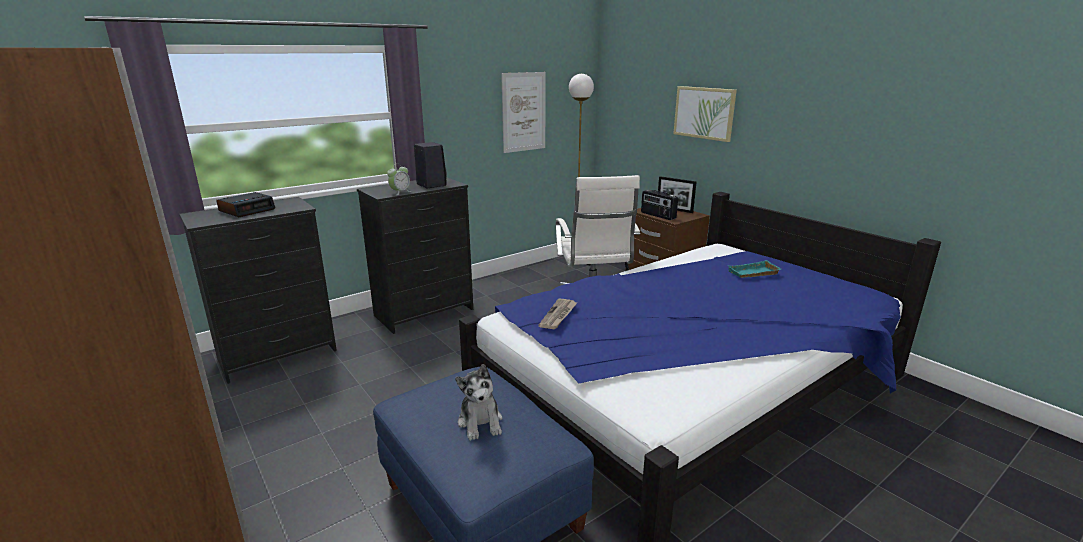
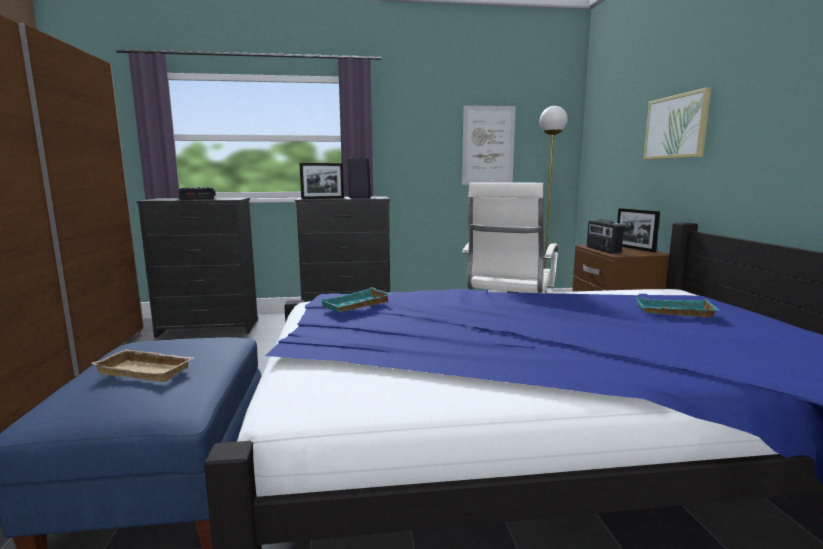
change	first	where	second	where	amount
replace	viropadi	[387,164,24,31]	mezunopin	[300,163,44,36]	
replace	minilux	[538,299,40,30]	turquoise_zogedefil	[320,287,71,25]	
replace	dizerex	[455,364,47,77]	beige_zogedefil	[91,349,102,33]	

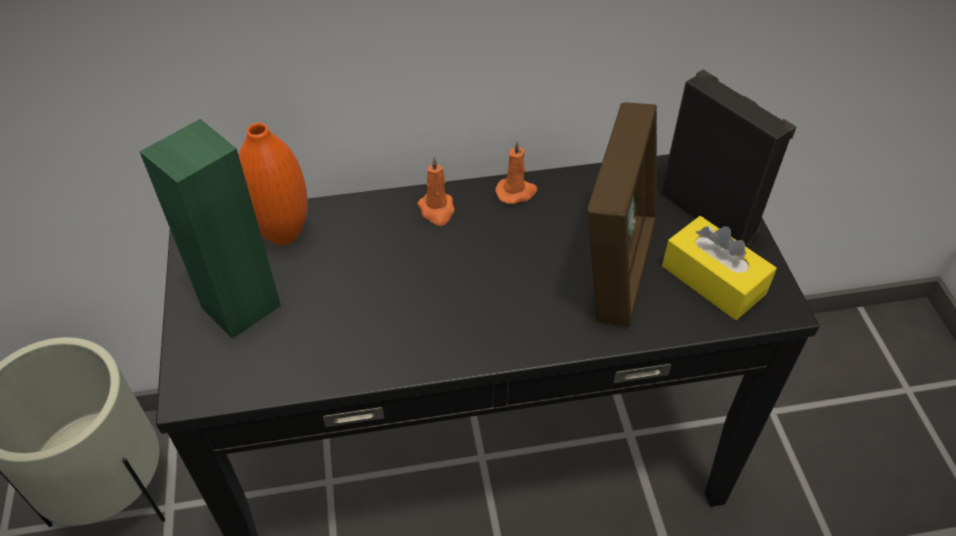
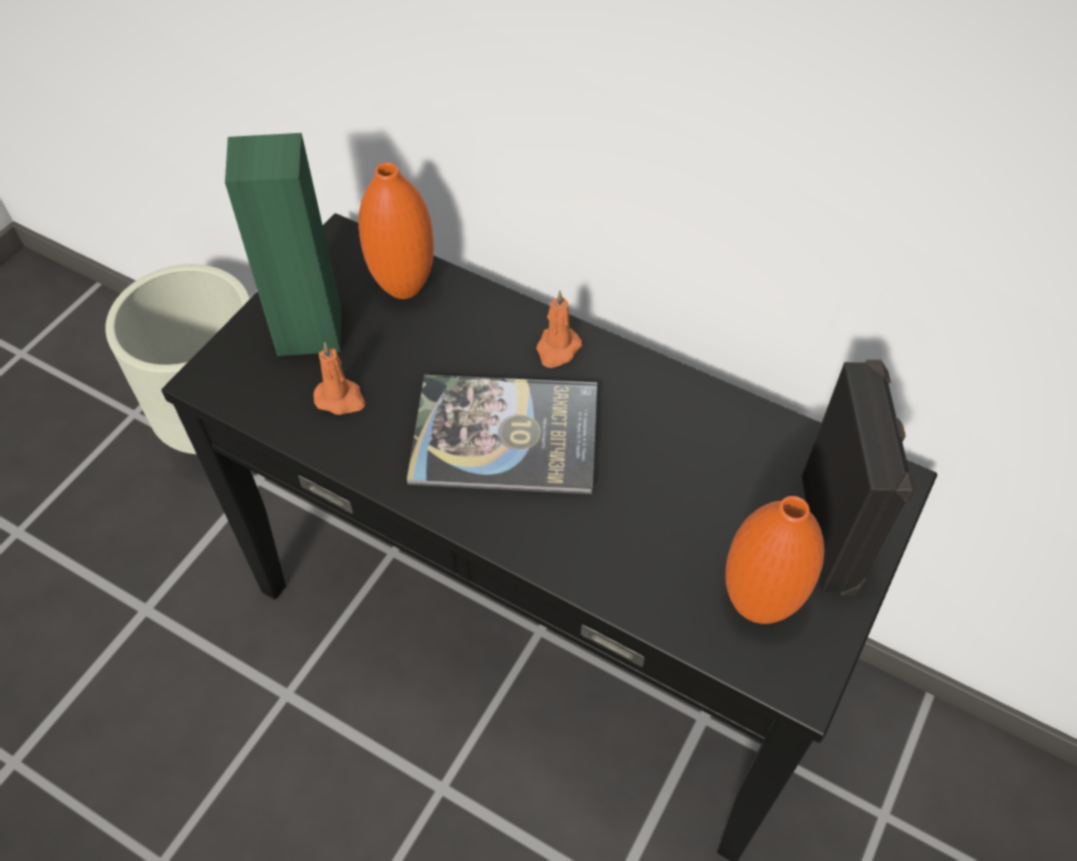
change	first	where	second	where	amount
delete	mezunopin	[587,102,70,224]			
move	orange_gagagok	[495,140,42,64]		[314,342,51,73]	
replace	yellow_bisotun	[662,216,115,104]	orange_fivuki	[725,496,99,128]	
insert			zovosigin	[406,375,191,119]	

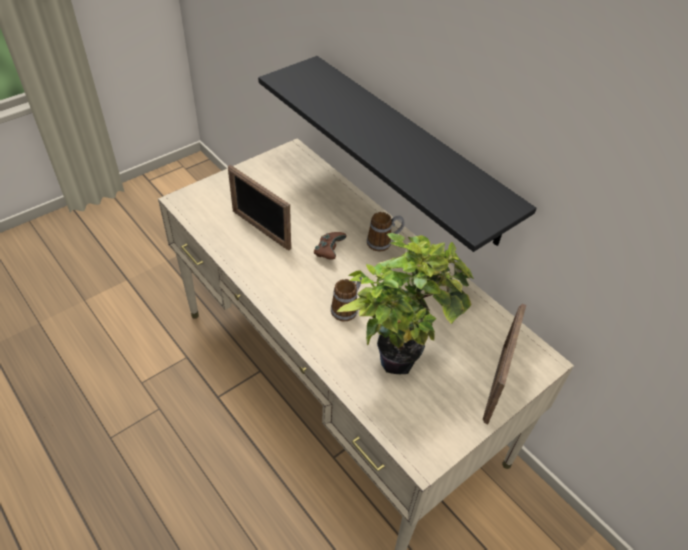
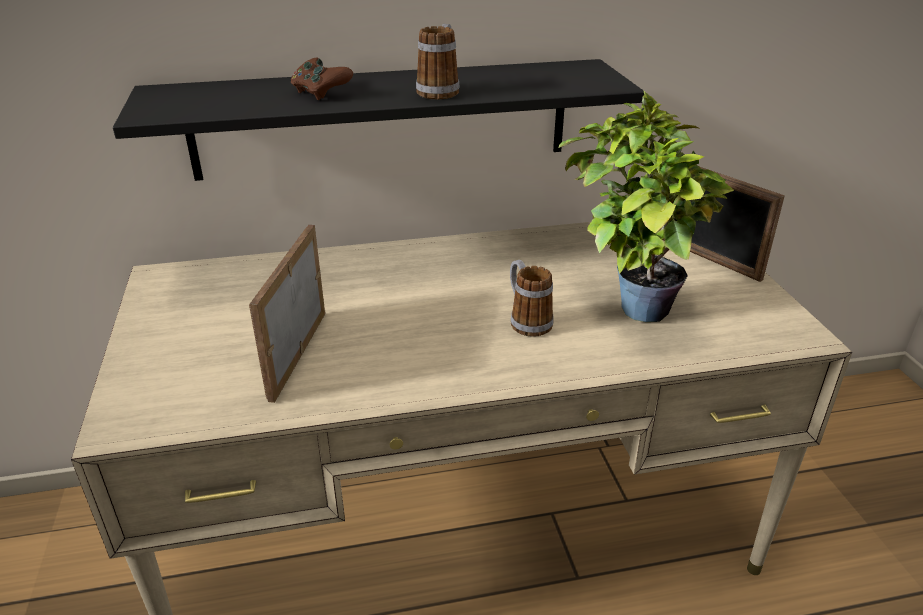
change	first	where	second	where	amount
rotate	mezunopin	[228,165,63,85]		[249,225,76,178]	120 degrees clockwise
move	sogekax	[367,212,38,39]		[416,24,44,75]	
move	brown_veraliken	[314,232,33,28]		[291,57,62,43]	

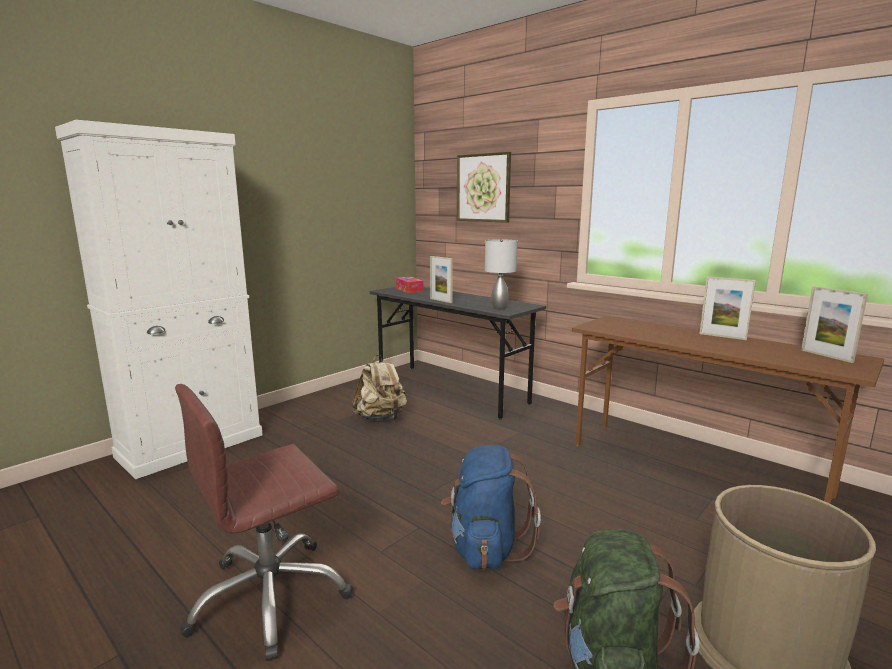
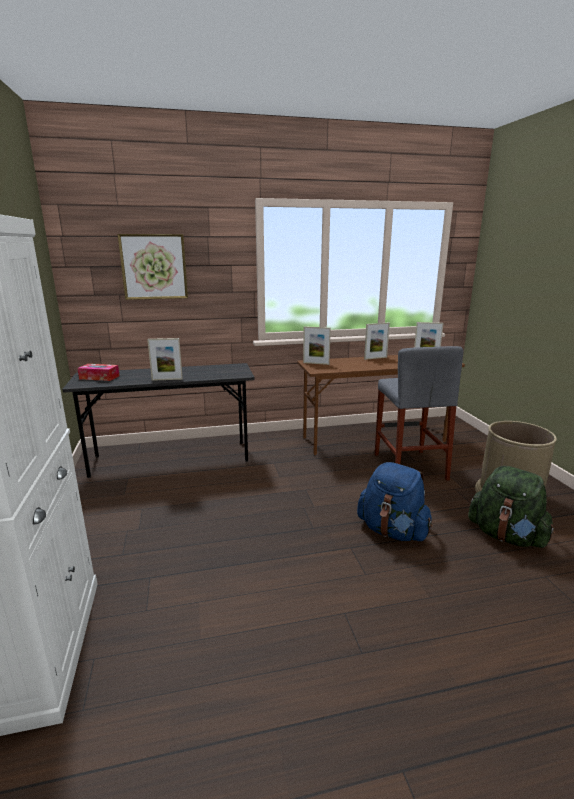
change	first	where	second	where	amount
delete	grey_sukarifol	[485,239,33,70]			
delete	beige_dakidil	[352,354,55,66]			
delete	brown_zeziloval	[175,384,178,277]			
insert			mezunopin	[303,326,28,39]	
insert			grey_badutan	[375,346,89,135]	

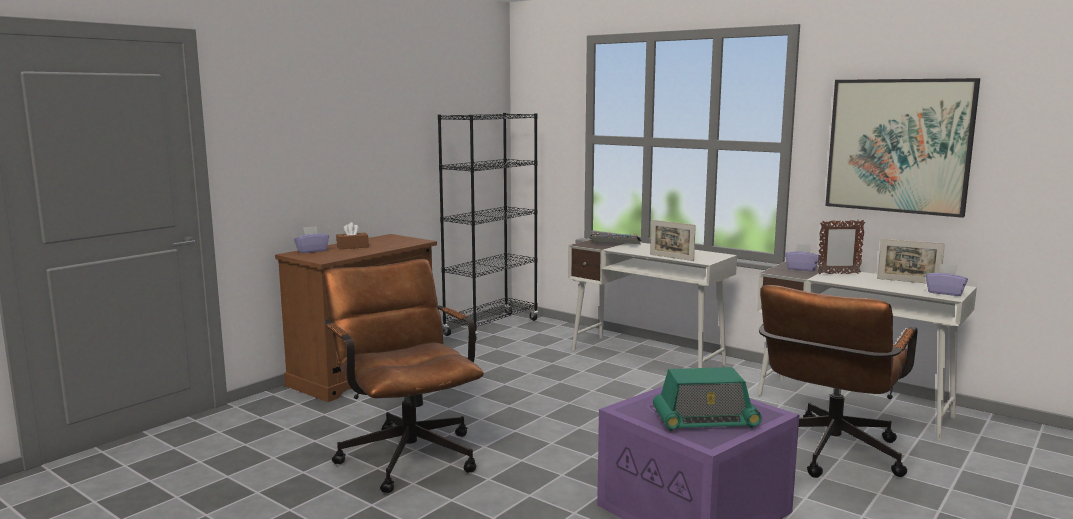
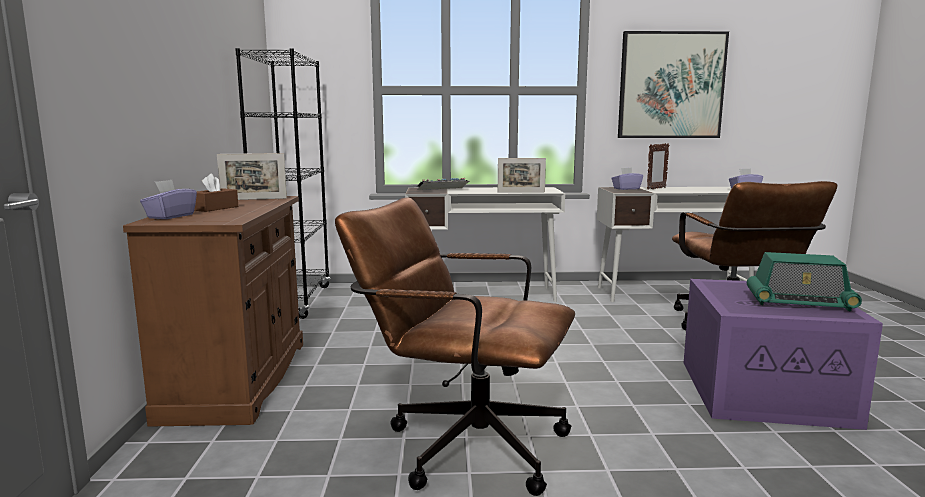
change	first	where	second	where	amount
move	mezunopin	[877,239,68,44]		[217,153,70,47]	
rotate	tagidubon	[653,367,109,64]		[747,252,115,59]	60 degrees clockwise

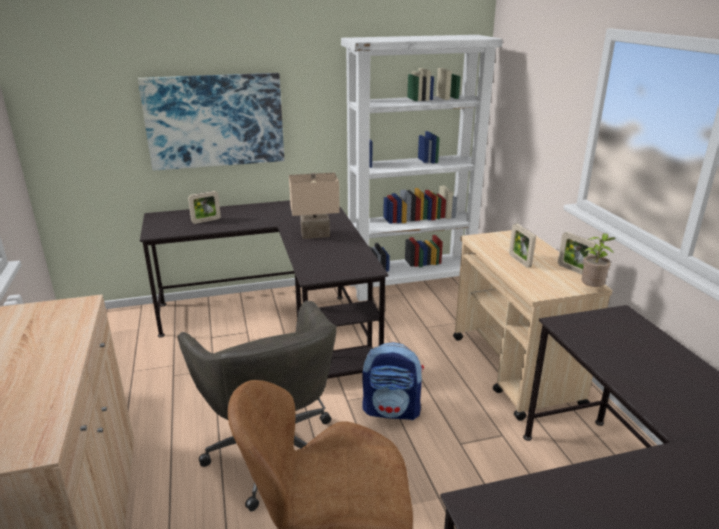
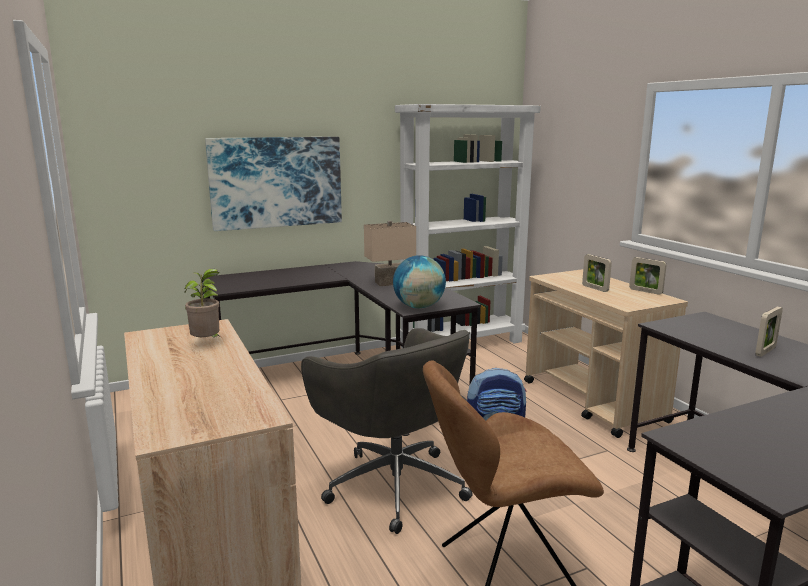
change	first	where	second	where	amount
move	mezunopin	[188,191,33,33]		[755,307,28,50]	
move	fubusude	[582,233,34,54]		[184,269,35,68]	
insert			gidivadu	[393,255,53,53]	

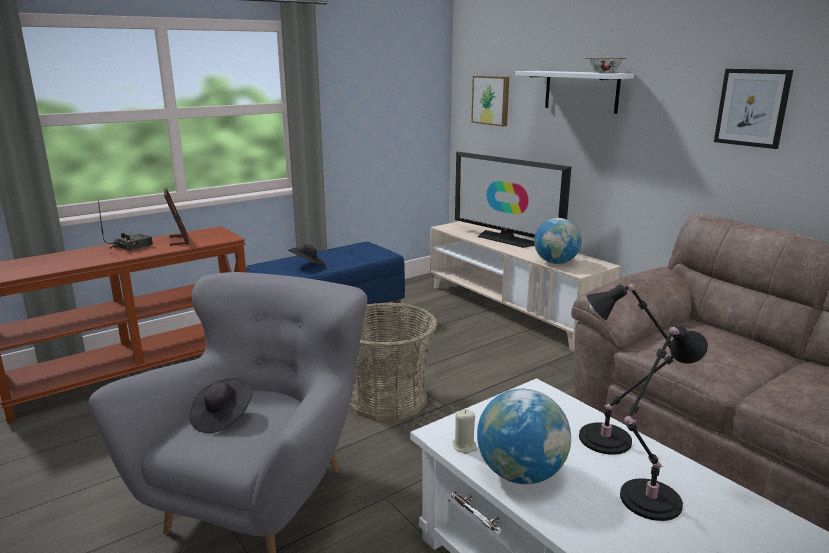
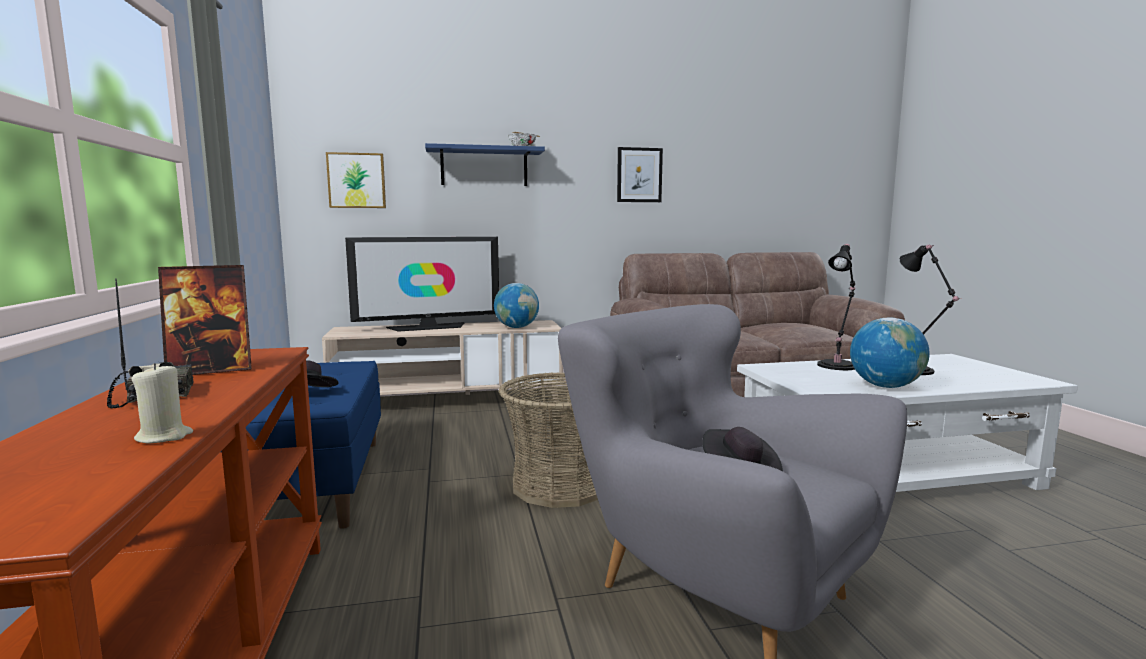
change	first	where	second	where	amount
recolor	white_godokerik	[515,71,119,43]	blue_godokerik	[425,143,120,43]	
rotate	mezunopin	[164,188,25,58]		[158,265,94,110]	150 degrees clockwise
move	beige_gagagok	[453,409,25,45]		[132,363,61,80]	

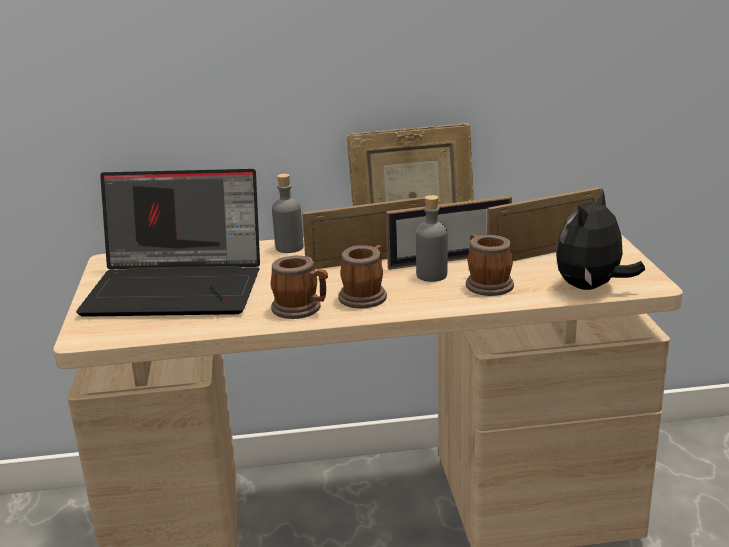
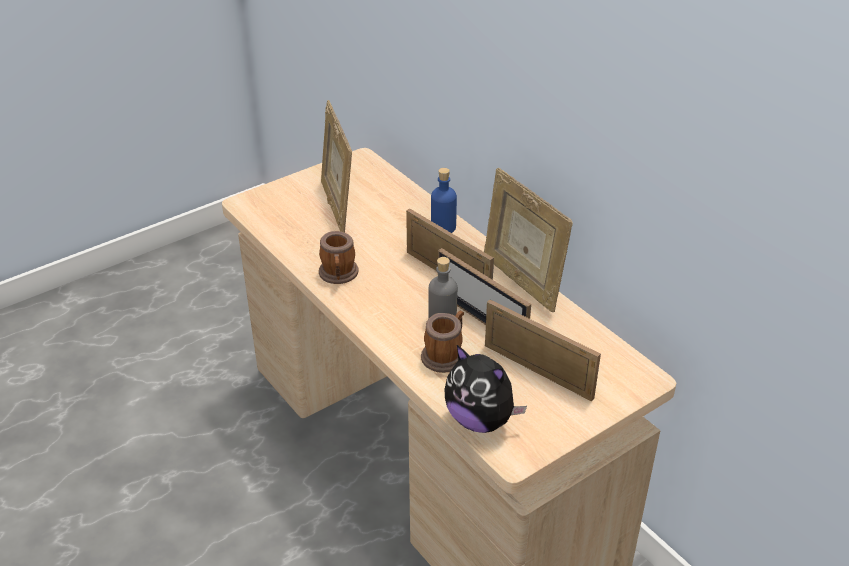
change	first	where	second	where	amount
replace	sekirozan	[76,169,184,148]	mezunopin	[321,100,31,133]	
recolor	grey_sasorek	[272,174,32,79]	blue_sasorek	[431,168,26,65]	
rotate	dizerex	[556,189,89,101]		[445,345,82,88]	150 degrees counterclockwise
delete	sogekax	[338,245,49,63]			

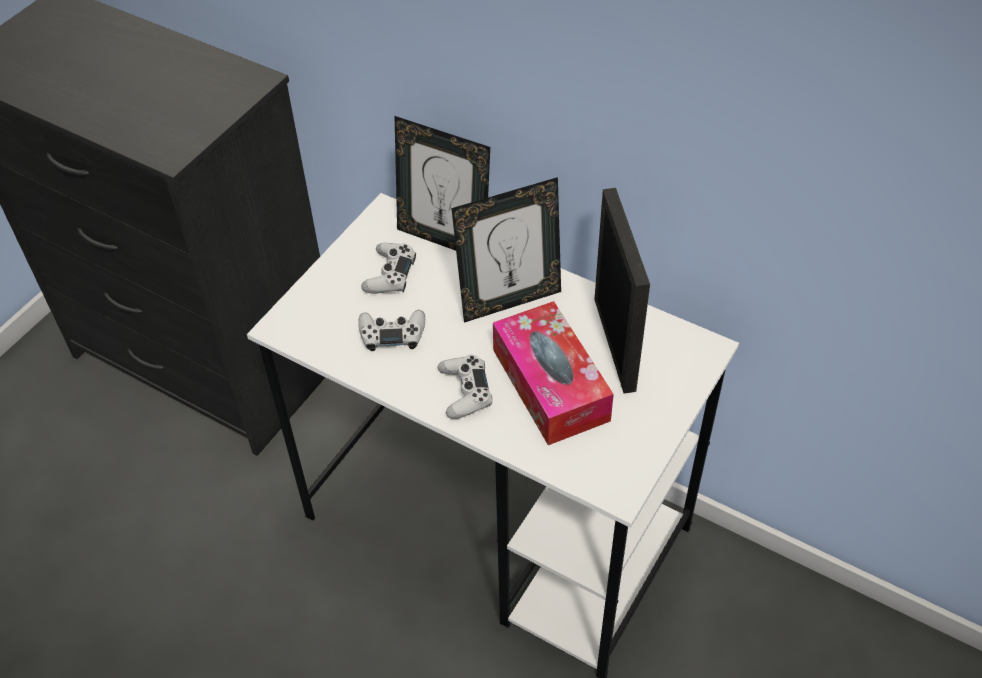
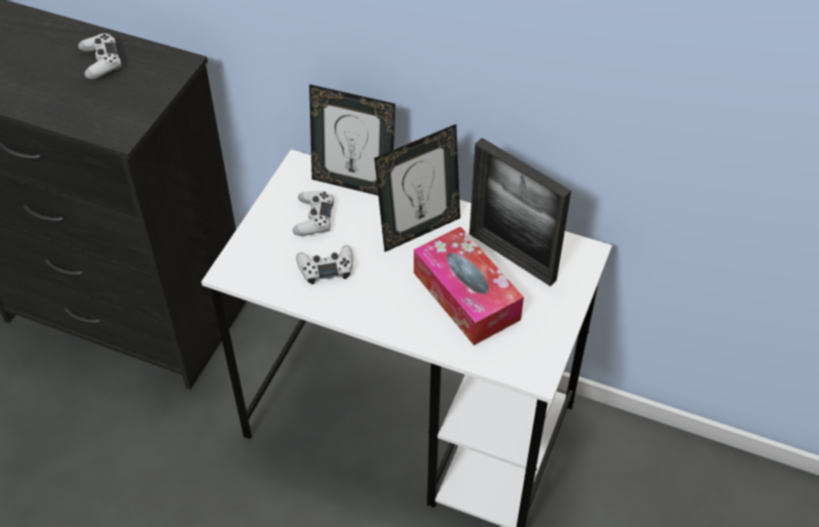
change	first	where	second	where	amount
rotate	mezunopin	[594,188,56,206]		[469,138,102,148]	150 degrees clockwise
move	white_veraliken	[437,354,55,65]		[78,33,44,46]	

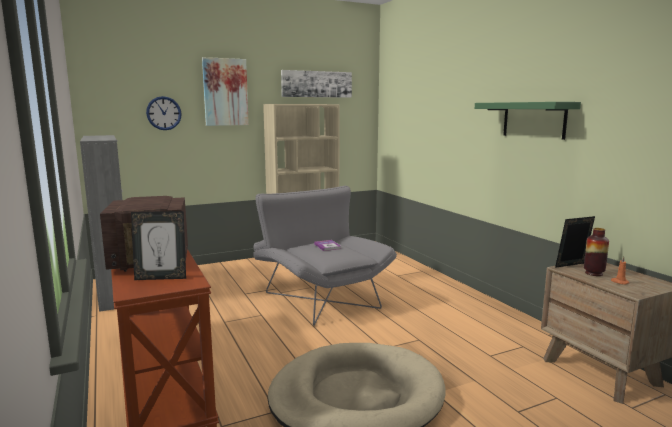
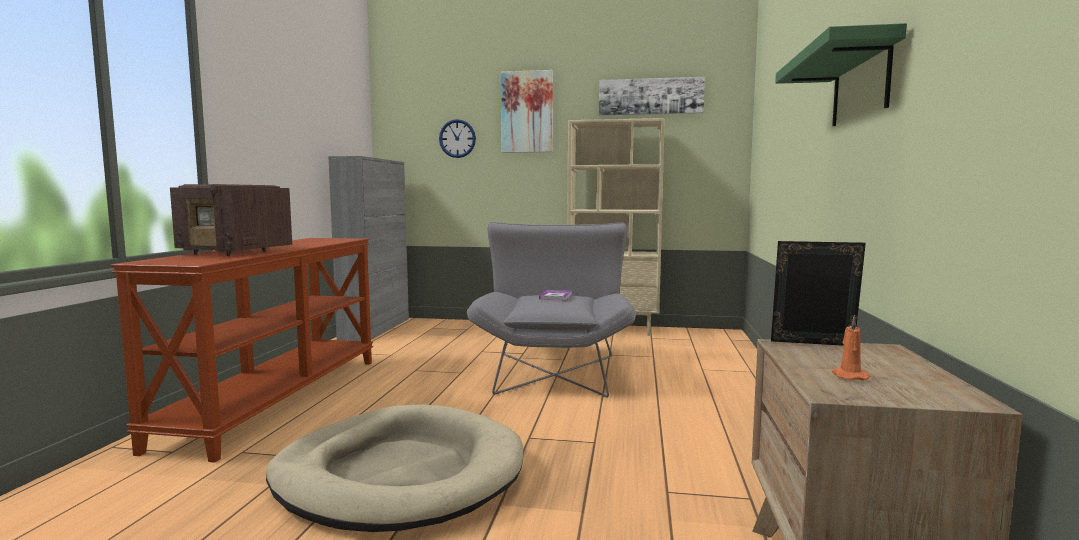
change	first	where	second	where	amount
delete	mezunopin	[131,211,55,69]			
delete	fivuki	[584,228,25,48]			

